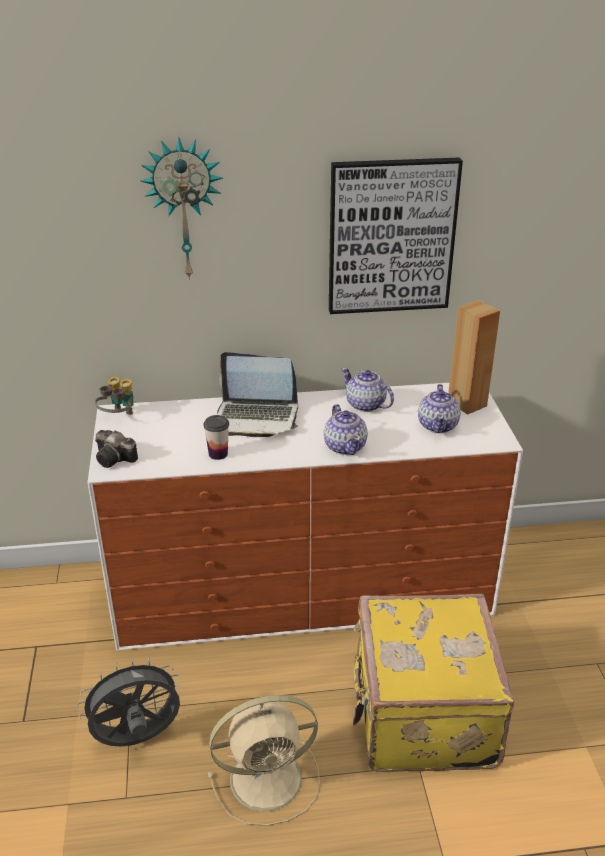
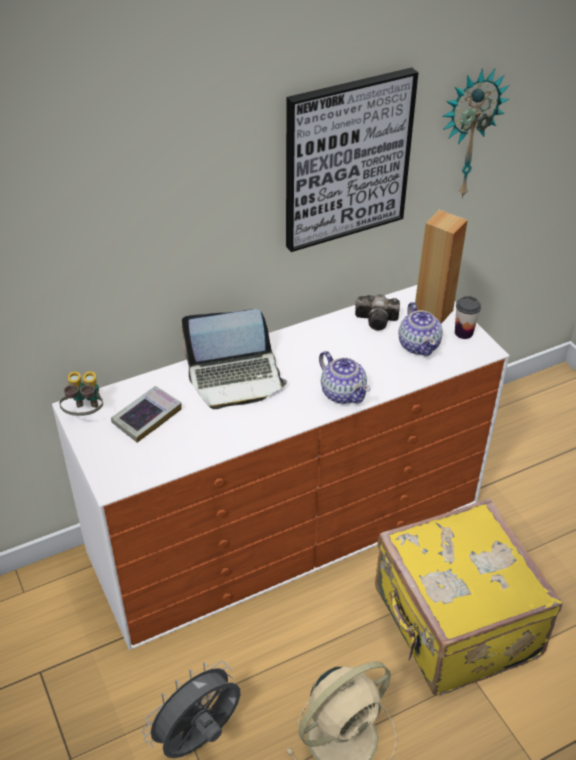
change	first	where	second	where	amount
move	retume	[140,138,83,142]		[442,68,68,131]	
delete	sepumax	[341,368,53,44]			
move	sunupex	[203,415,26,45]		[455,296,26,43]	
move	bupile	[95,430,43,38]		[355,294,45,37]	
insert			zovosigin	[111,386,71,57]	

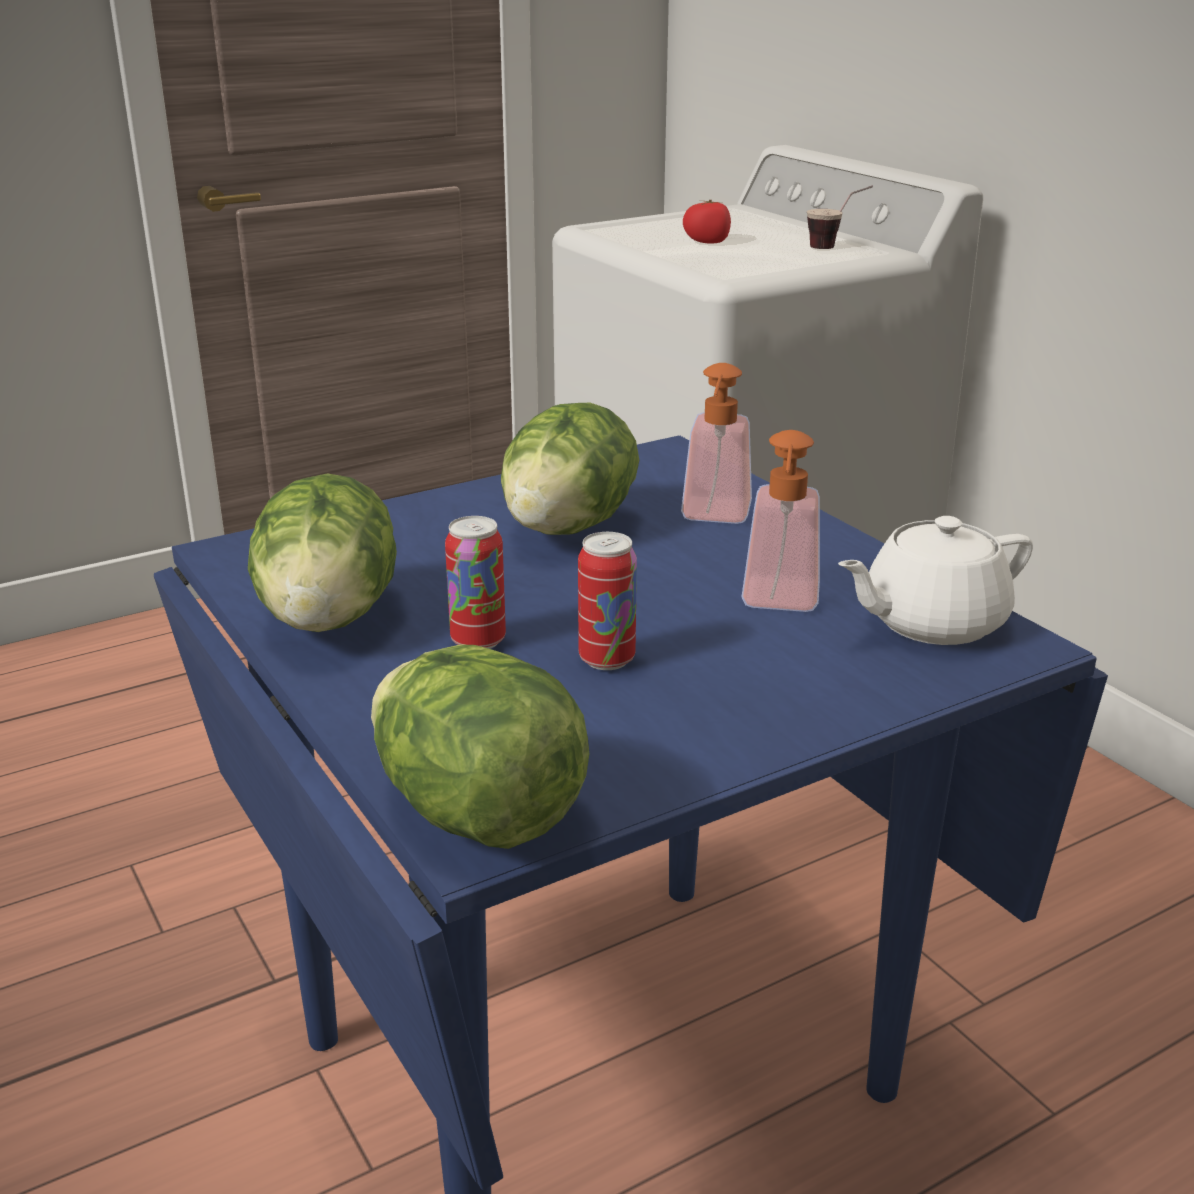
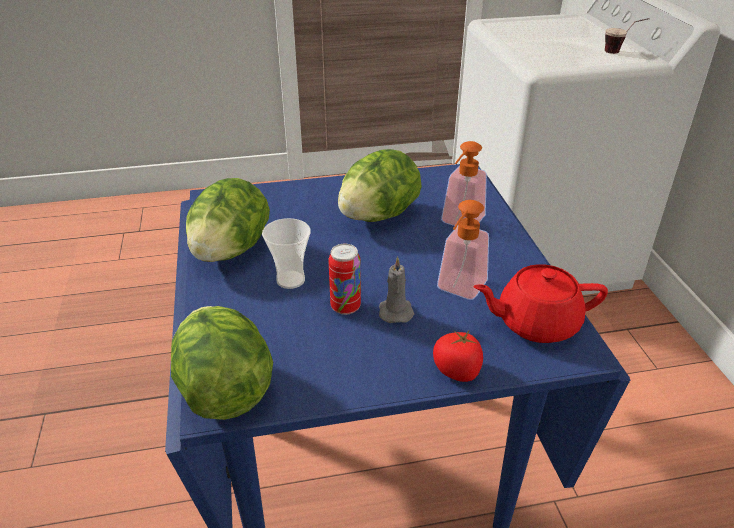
change	first	where	second	where	amount
move	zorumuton	[683,200,48,44]		[433,331,50,51]	
replace	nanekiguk	[445,516,61,133]	sunupex	[262,218,49,71]	
recolor	white_sepumax	[838,516,195,129]	red_sepumax	[473,264,135,79]	
insert			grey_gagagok	[379,256,35,67]	

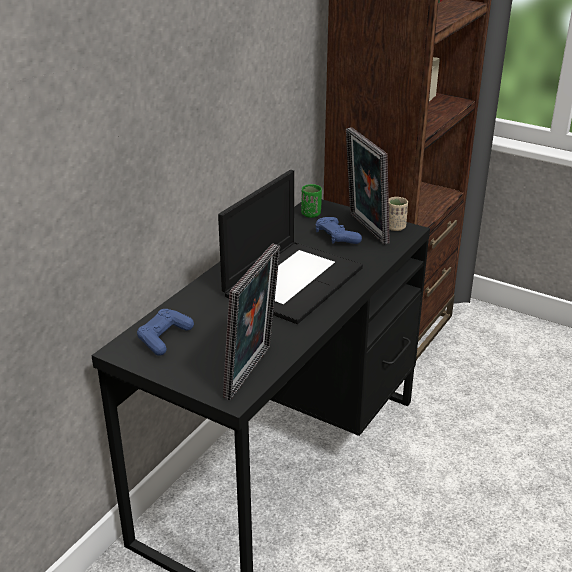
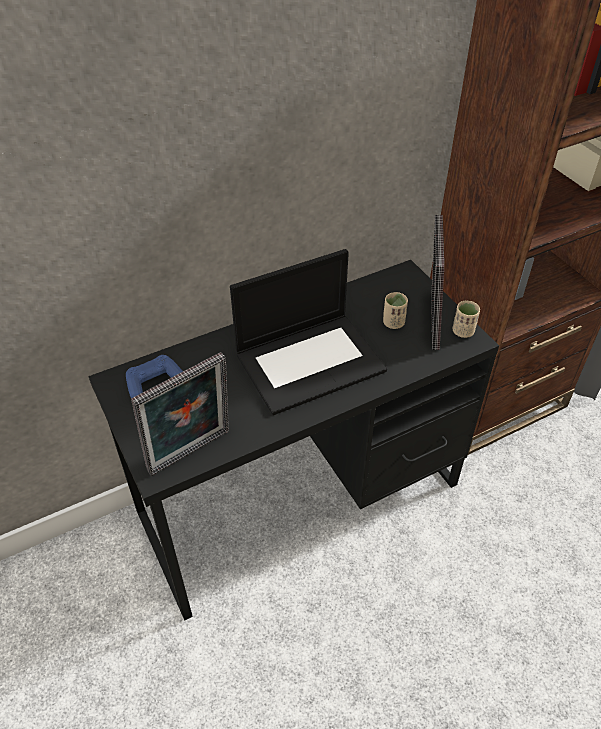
change	first	where	second	where	amount
delete	green_sunupex	[301,184,21,34]			
replace	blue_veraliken	[316,217,46,27]	beige_sunupex	[383,292,25,37]	

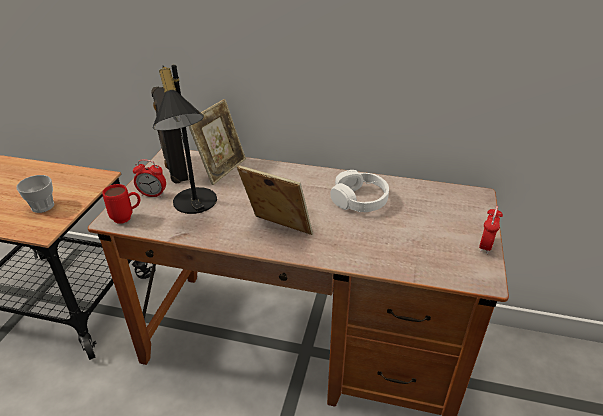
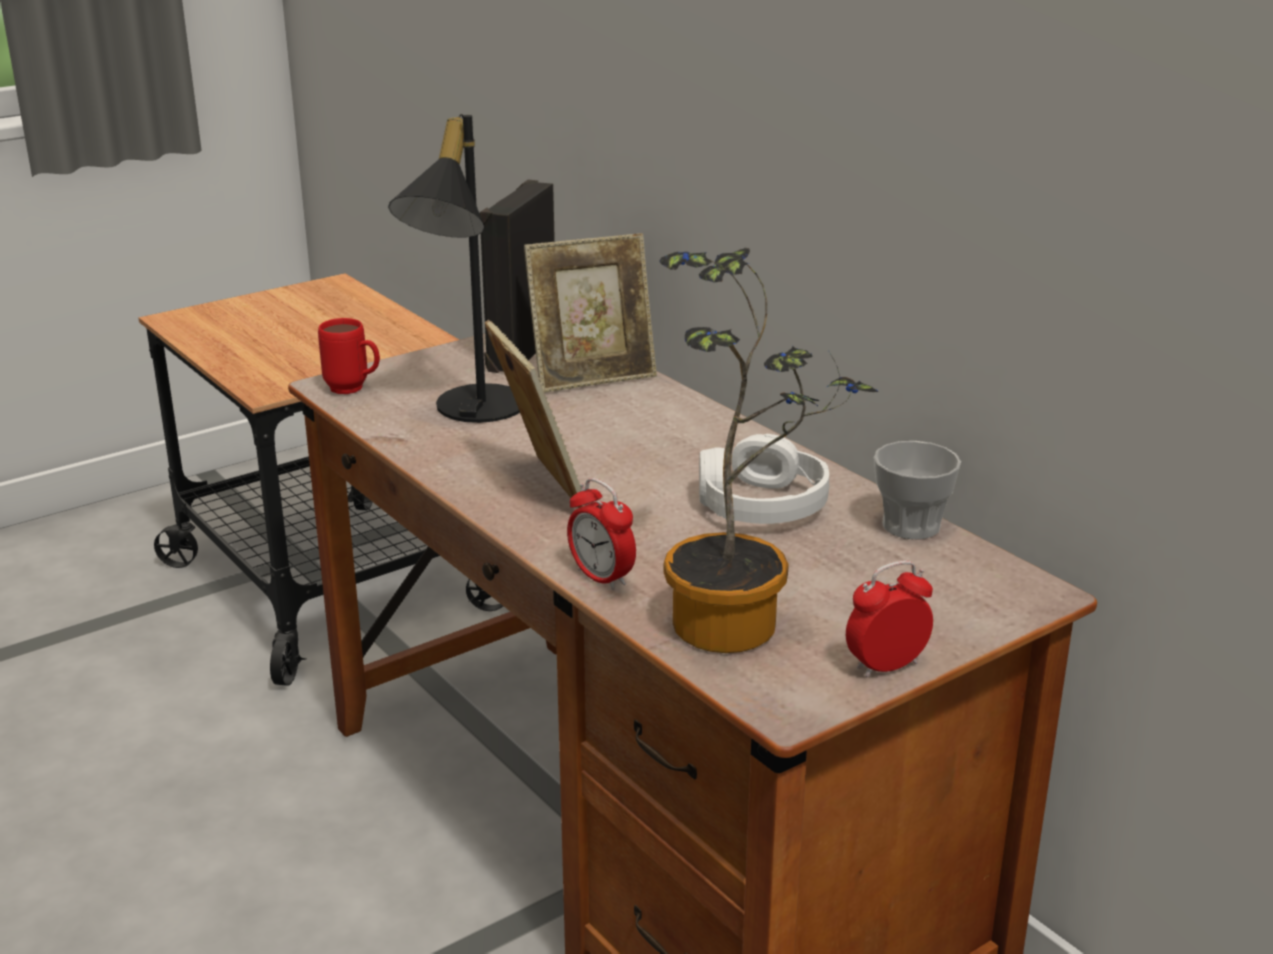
change	first	where	second	where	amount
move	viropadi	[133,159,33,38]		[567,478,69,112]	
move	sunupex	[16,175,38,38]		[874,441,87,98]	
insert			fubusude	[659,248,219,405]	

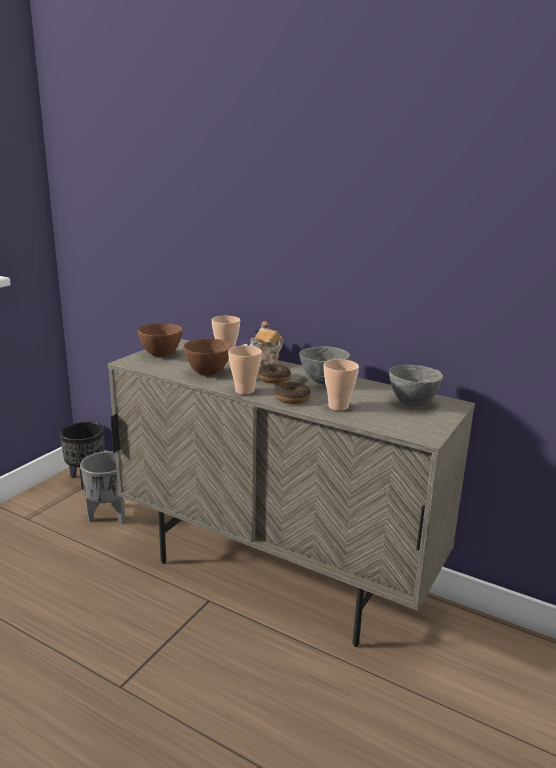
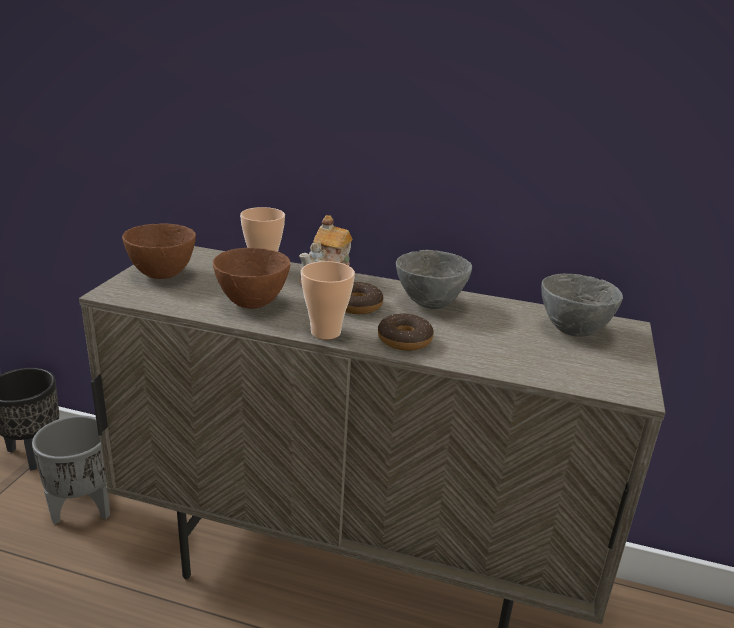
change	first	where	second	where	amount
delete	sunupex	[324,359,35,52]			

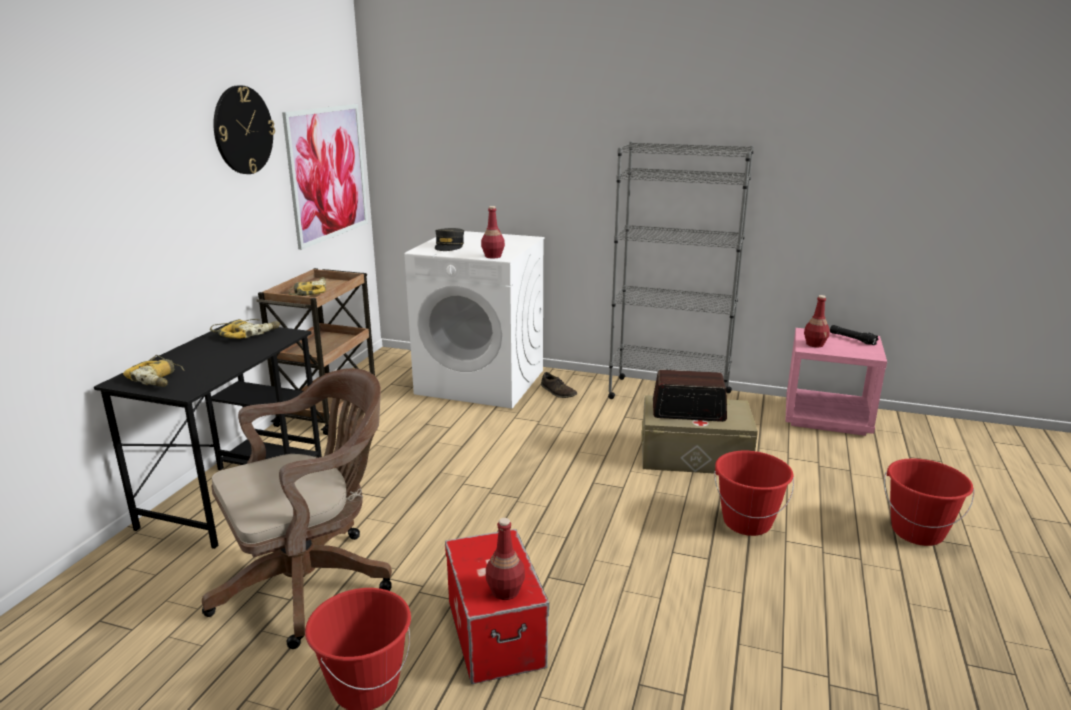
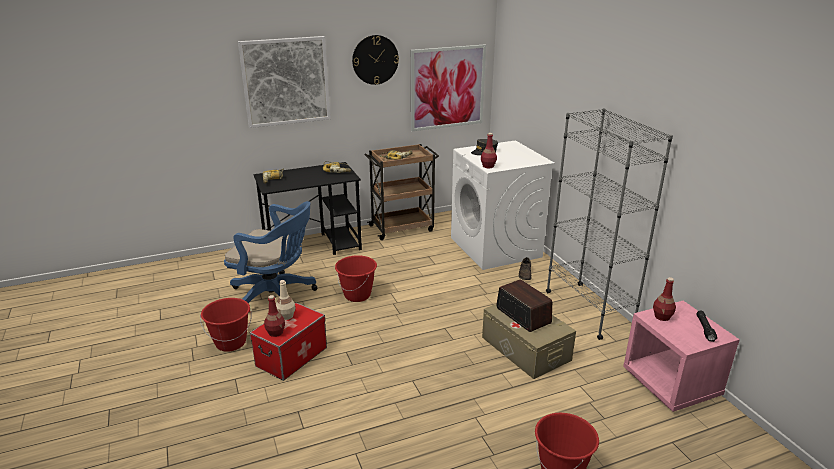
change	first	where	second	where	amount
recolor	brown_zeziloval	[202,368,190,281]	blue_zeziloval	[224,201,93,102]	
move	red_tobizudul	[714,451,80,85]		[335,255,42,47]	
insert			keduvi	[238,36,92,92]	
insert			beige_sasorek	[276,280,19,40]	

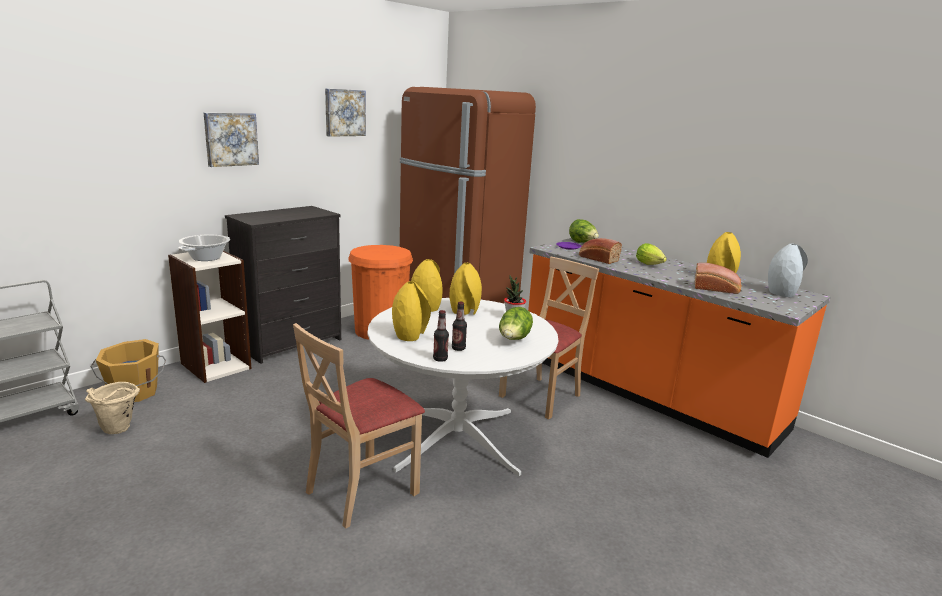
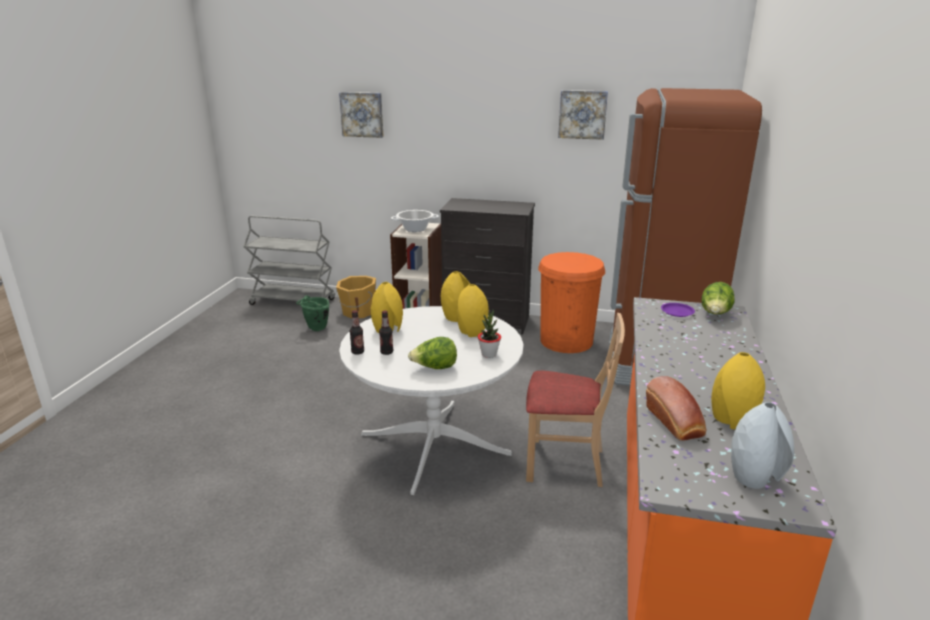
change	first	where	second	where	amount
move	keduvi	[204,113,55,54]		[339,92,44,46]	
delete	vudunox	[579,238,43,26]			
delete	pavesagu	[636,243,31,22]			
delete	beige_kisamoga	[293,323,132,206]			
recolor	beige_tobizudul	[85,382,55,52]	green_tobizudul	[296,296,33,35]	

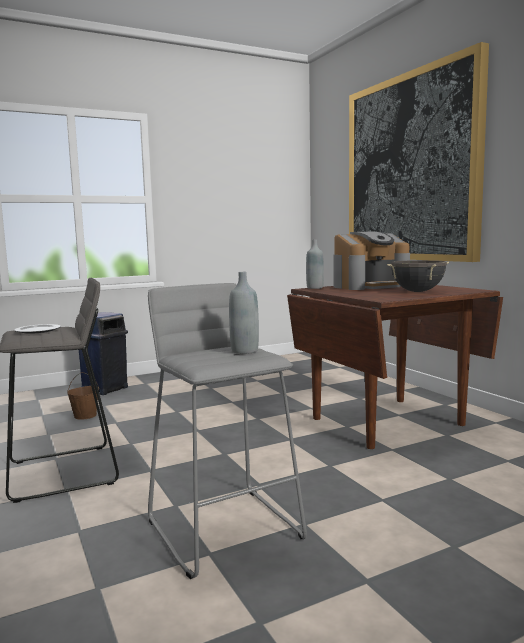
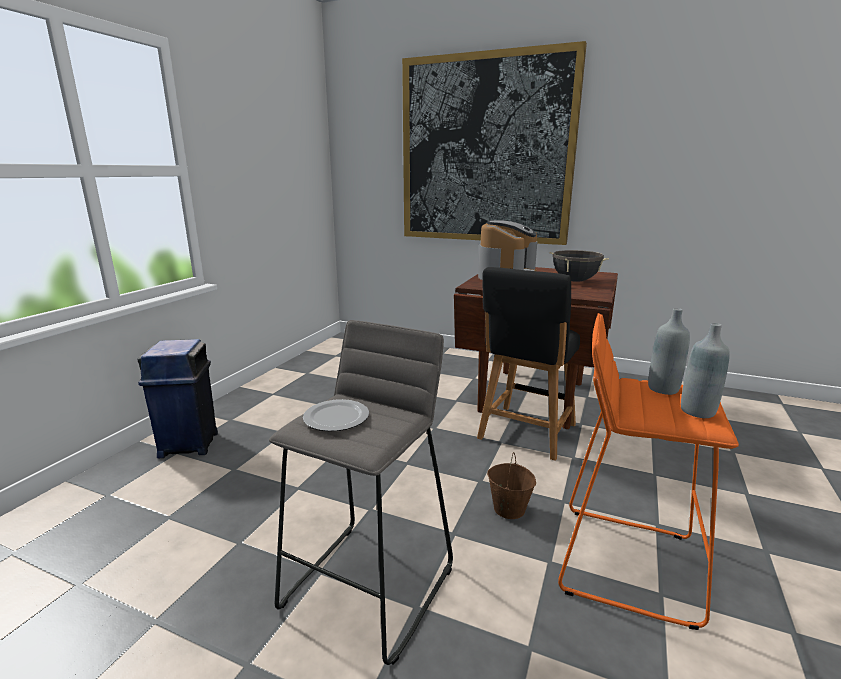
change	first	where	second	where	amount
move	grey_sasorek	[306,240,18,49]		[681,323,49,95]	
recolor	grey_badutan	[148,283,159,296]	orange_badutan	[558,313,181,317]	
move	brown_tobizudul	[67,372,32,48]		[487,452,49,67]	
insert			black_kisamoga	[477,267,103,194]	

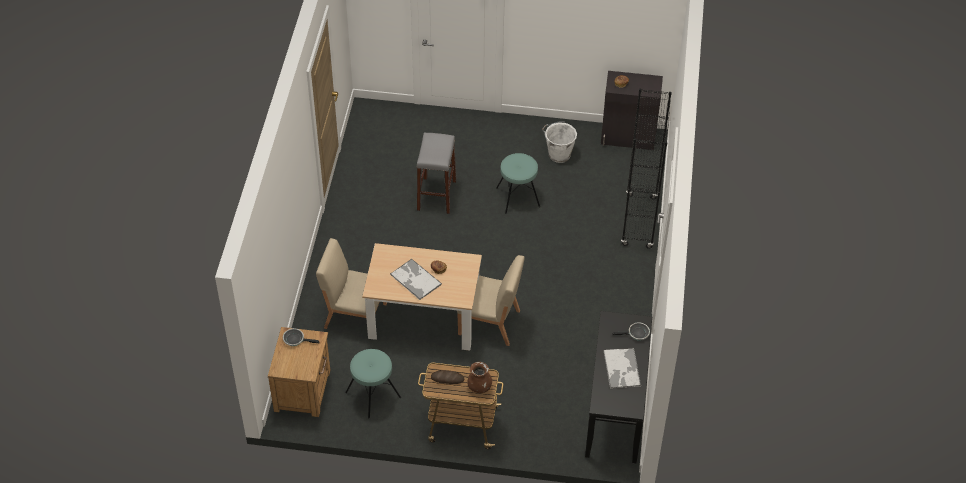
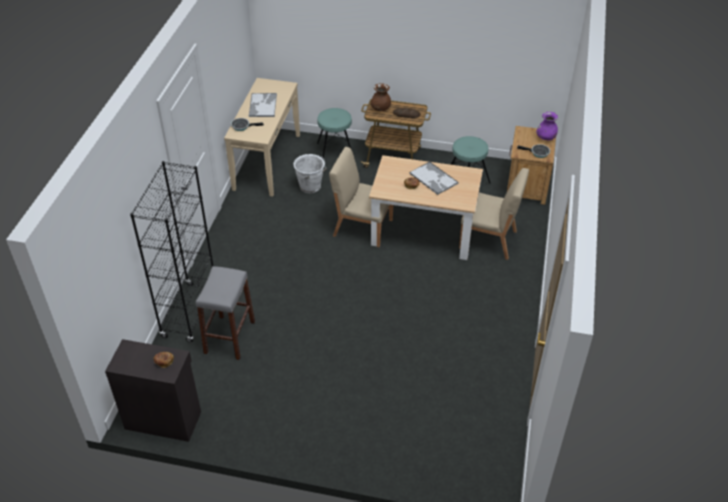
change	first	where	second	where	amount
move	white_tobizudul	[542,121,35,42]		[293,154,34,40]	
move	grey_badutan	[416,133,40,81]		[196,266,59,94]	
move	turquoise_badutan	[496,153,44,61]		[317,108,35,50]	
recolor	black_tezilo	[585,311,67,152]	beige_tezilo	[224,78,76,119]	
insert			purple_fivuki	[536,112,22,28]	

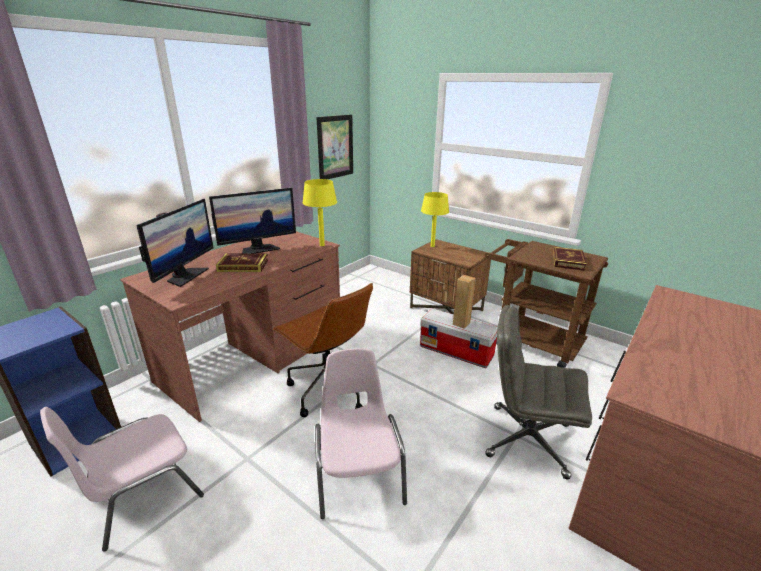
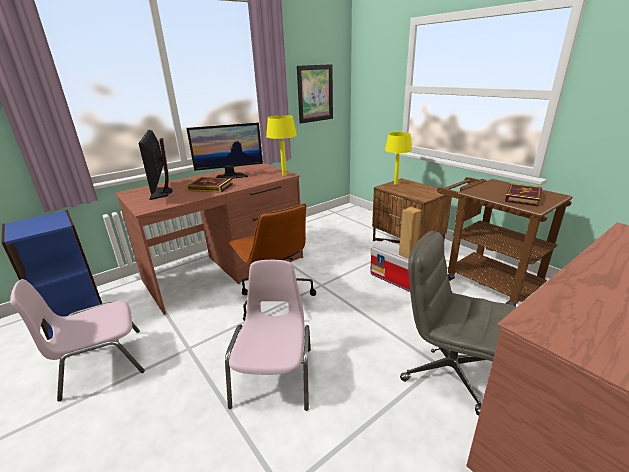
change	first	where	second	where	amount
rotate	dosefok	[136,199,77,88]		[138,130,35,70]	135 degrees clockwise

